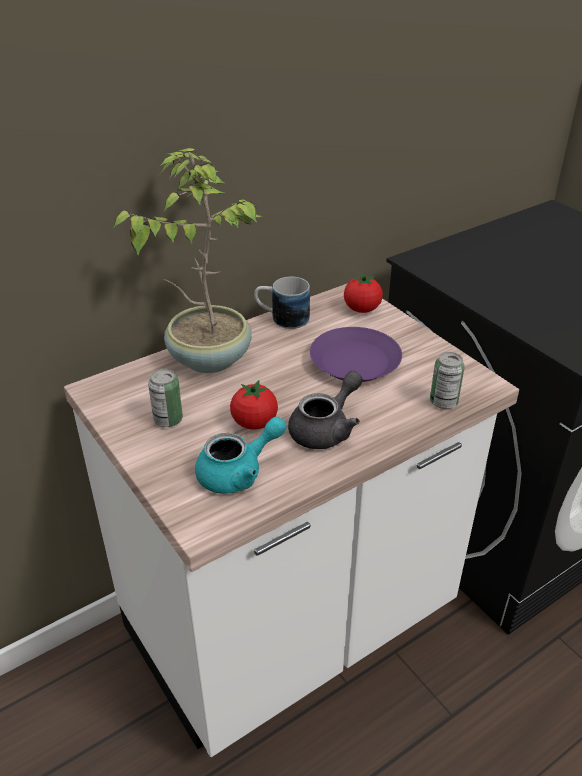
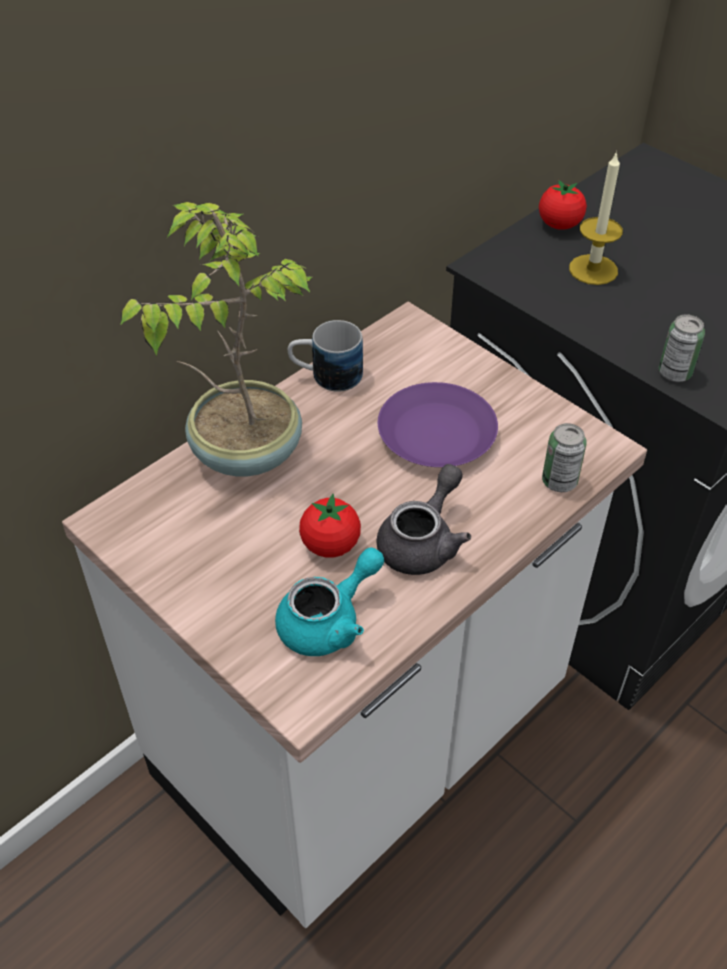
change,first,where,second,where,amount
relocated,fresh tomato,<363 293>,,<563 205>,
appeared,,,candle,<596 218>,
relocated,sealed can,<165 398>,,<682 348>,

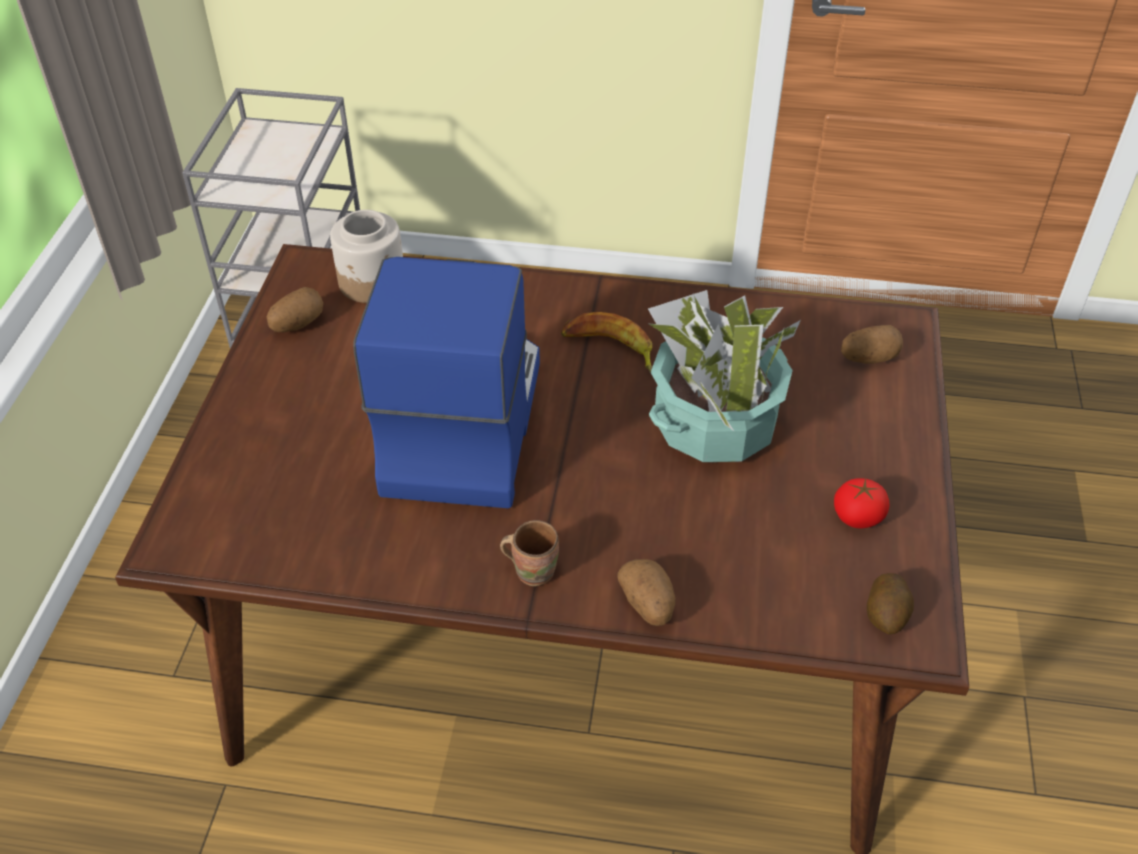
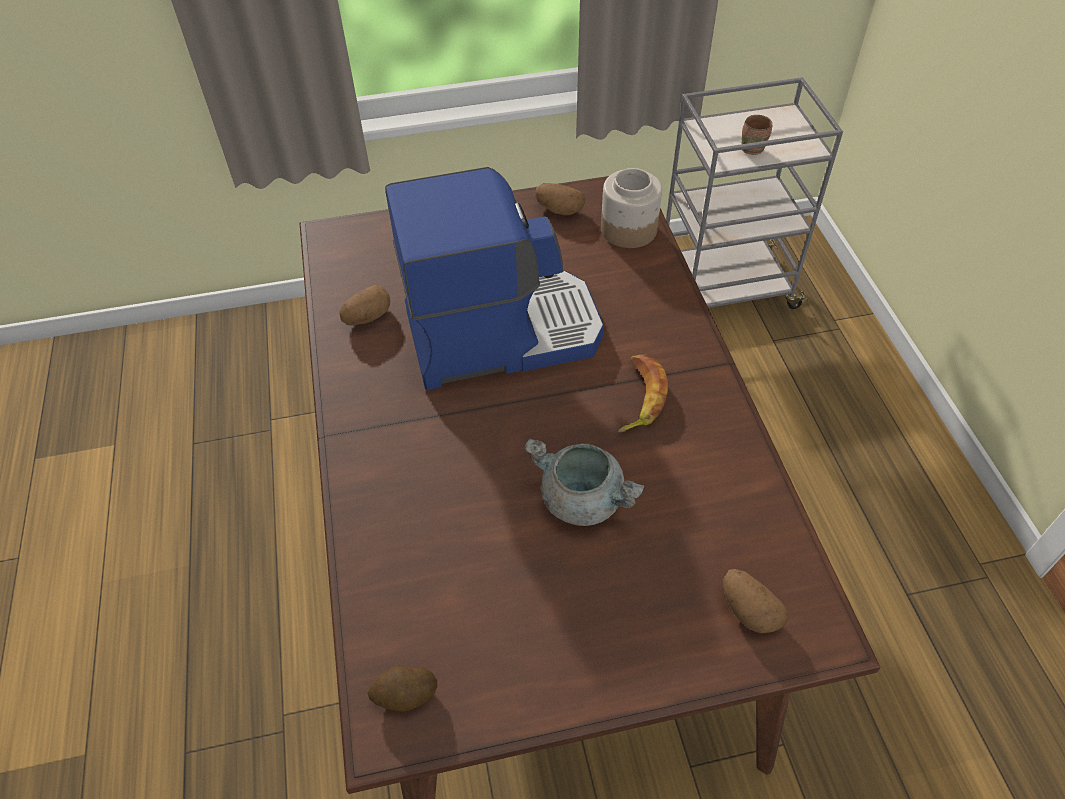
change,first,where,second,where,amount
relocated,whole potato,<646 592>,,<364 305>,
exchanged,houseplant,<724 376>,saucepot (gray),<584 482>,
relocated,coffee mug (brown-coloured),<529 553>,,<757 135>,
missing,fresh tomato,<861 503>,,,

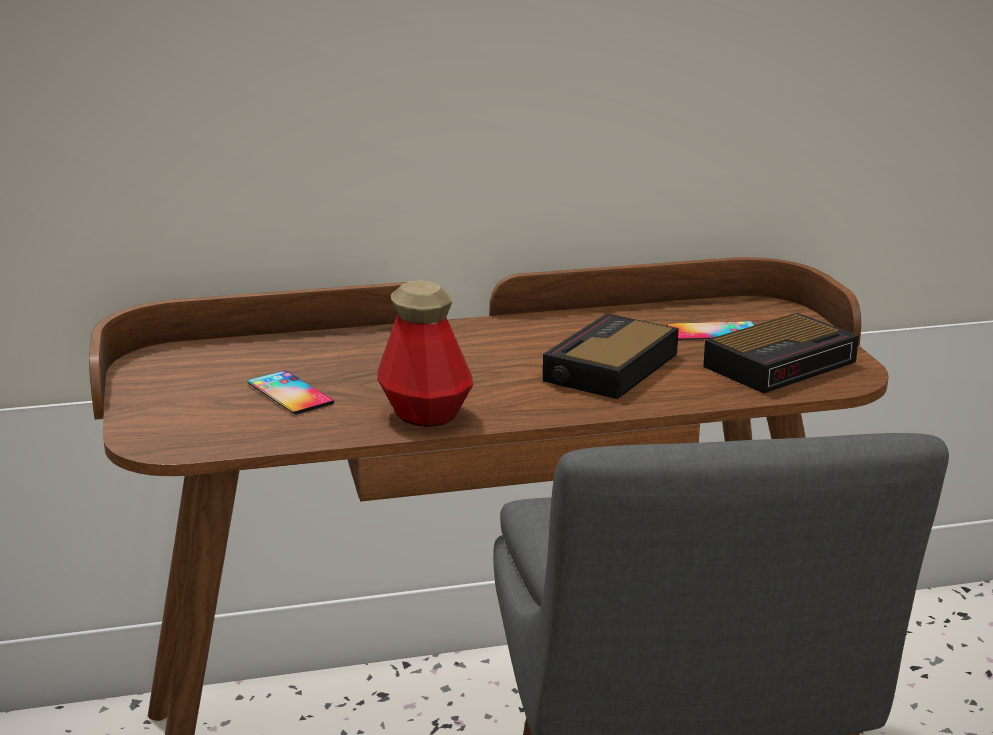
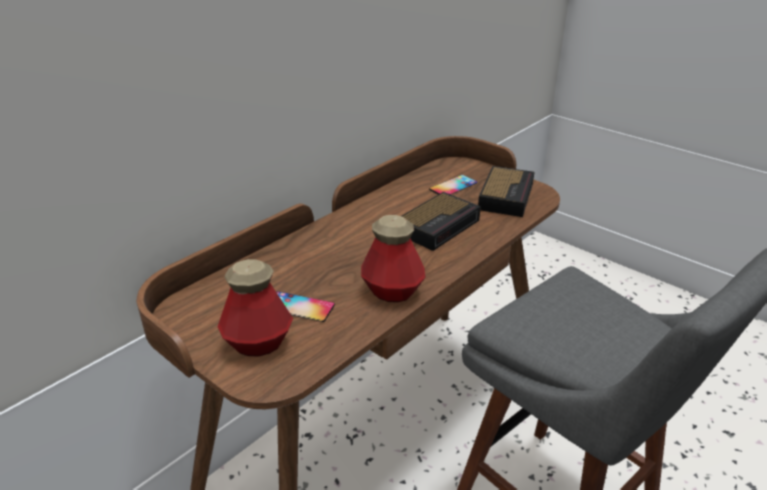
change,first,where,second,where,amount
appeared,,,bottle,<255 308>,
spun,table clock,<611 356>,,<441 221>,135 degrees counterclockwise

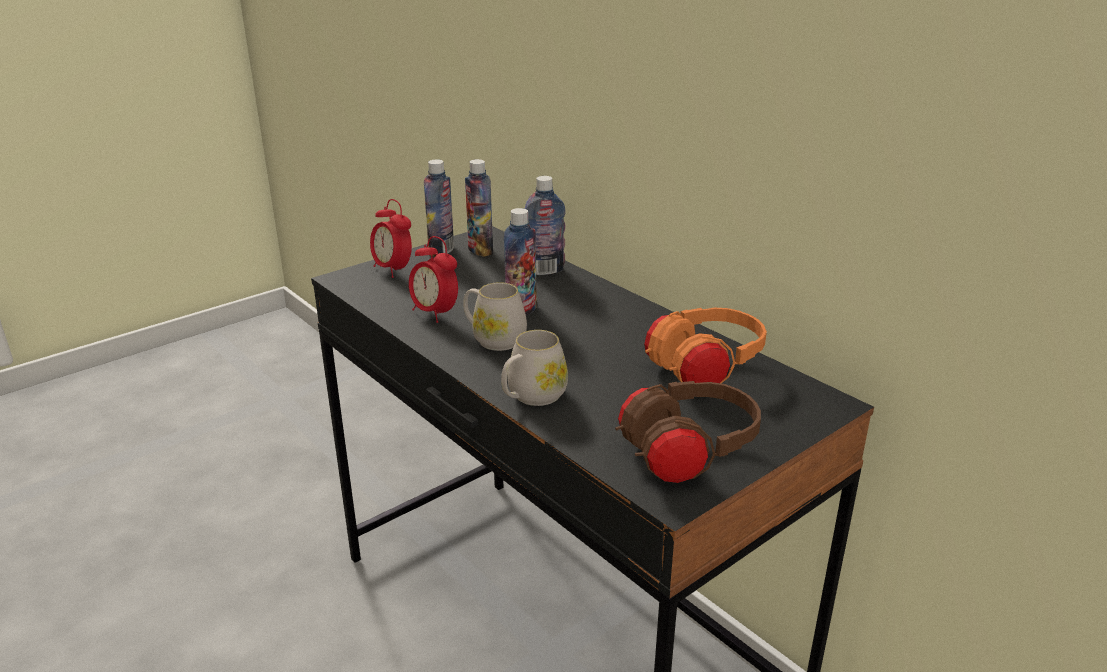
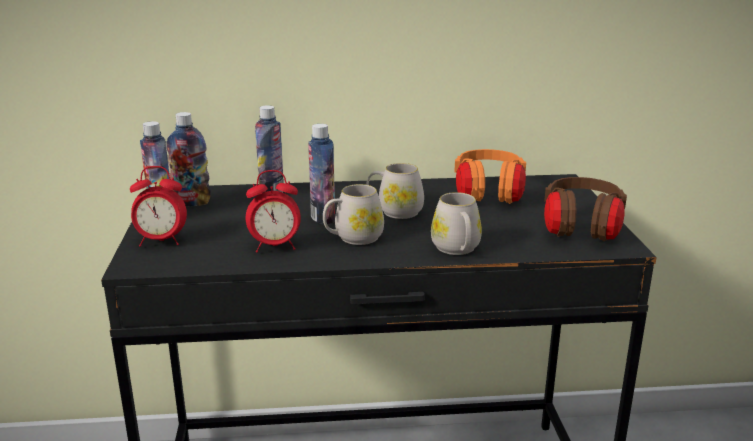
change,first,where,second,where,amount
appeared,,,coffee mug (white-coloured),<395 191>,

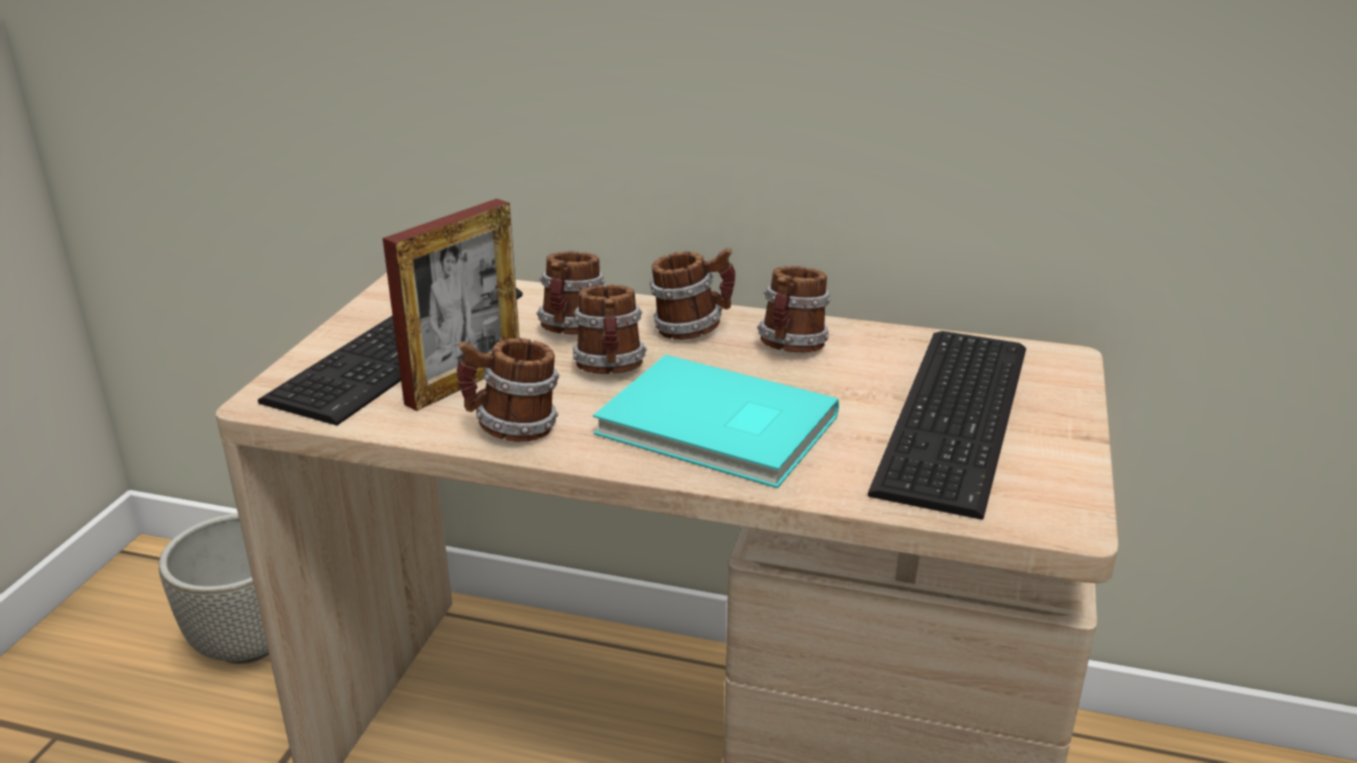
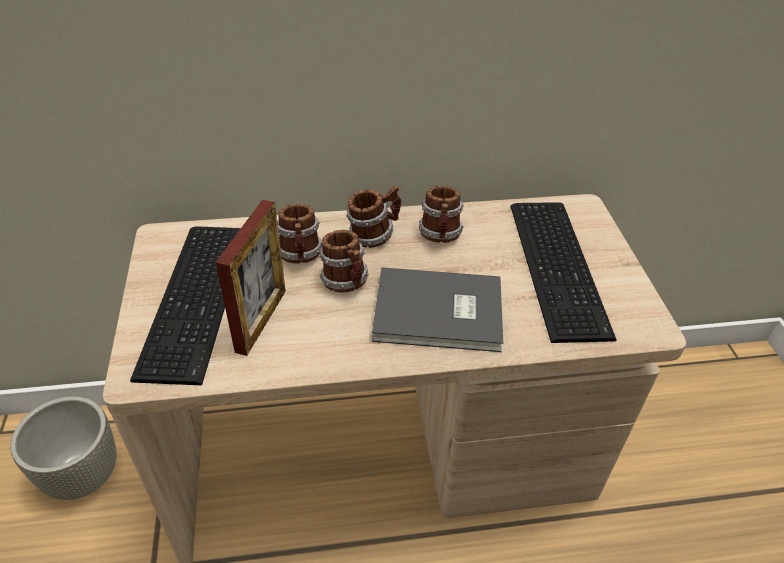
change,first,where,second,where,amount
colour,book (blue-green),<716 421>,book (gray),<437 309>,
missing,coffee mug,<508 390>,,,

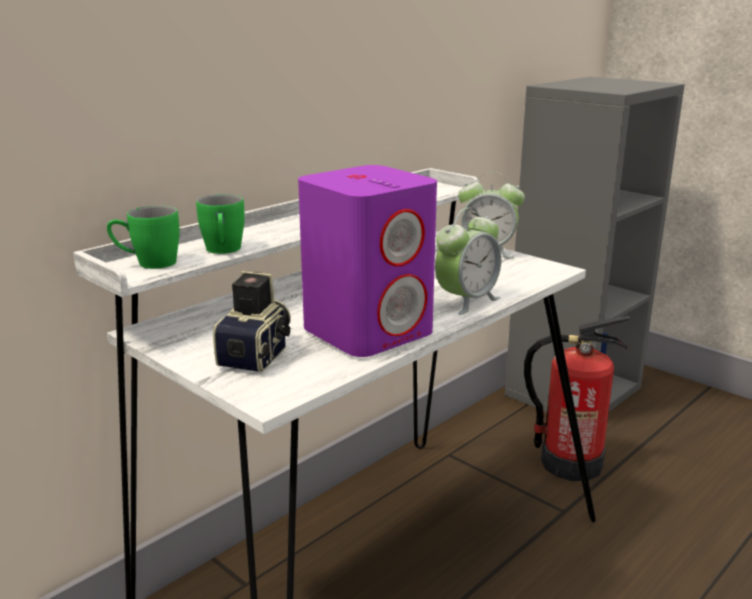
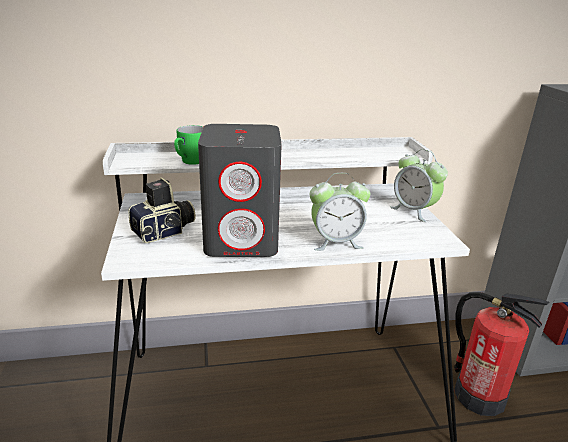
change,first,where,second,where,amount
colour,loudspeaker (purple),<367 261>,loudspeaker (gray),<240 190>,
missing,coffee mug (greenish),<143 237>,,,

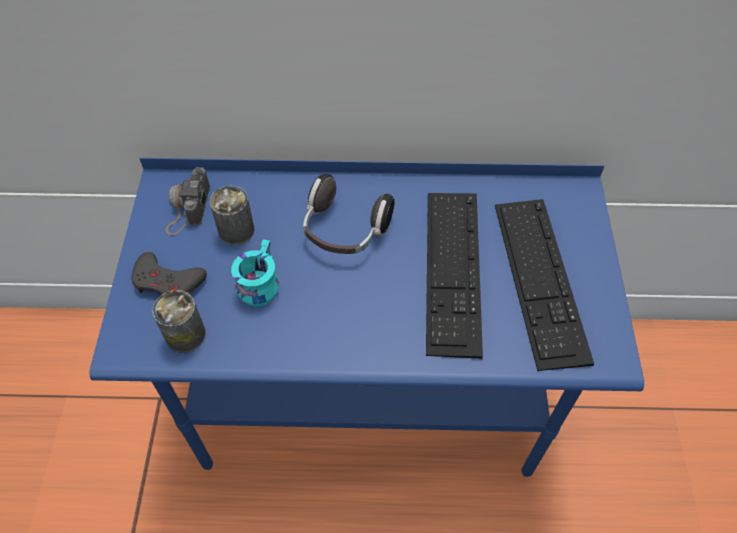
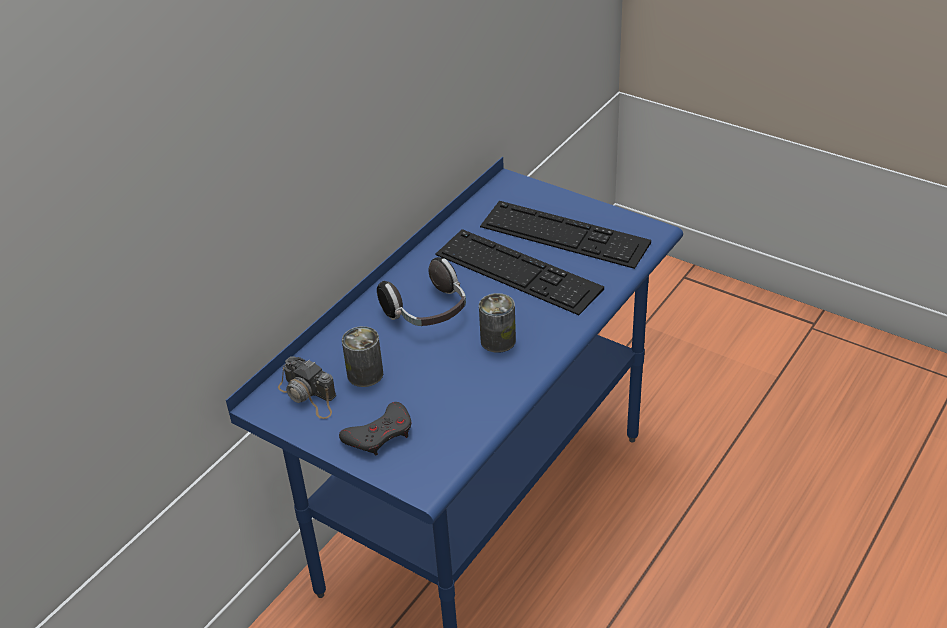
change,first,where,second,where,amount
relocated,sealed can,<179 321>,,<497 323>,
missing,coffee mug (blue-green),<255 272>,,,

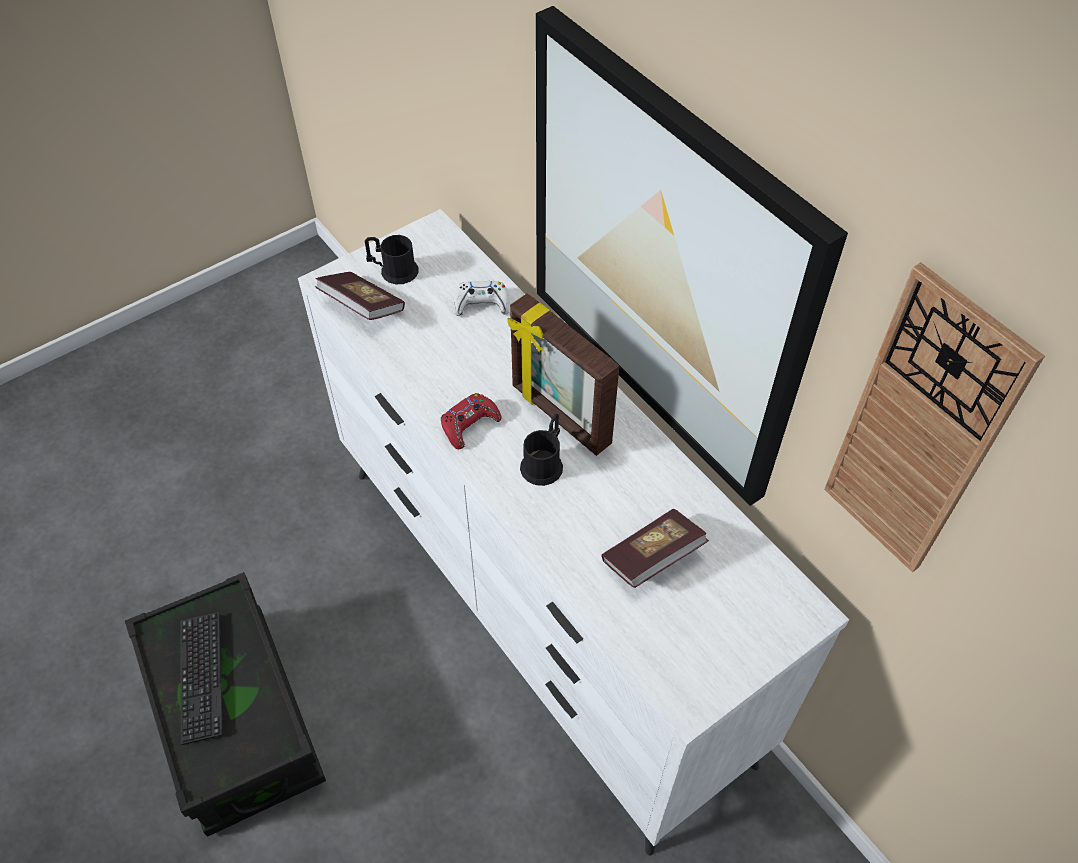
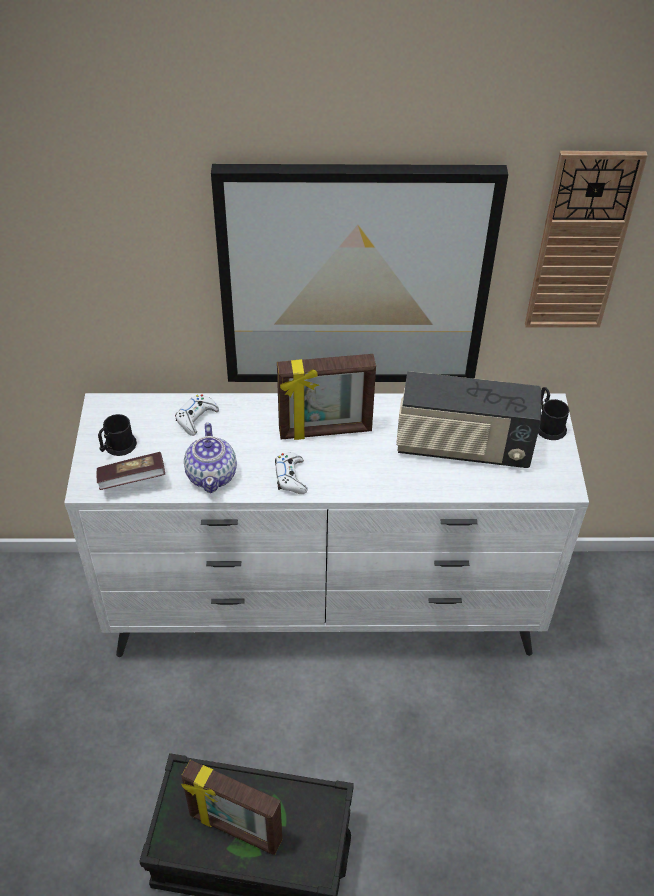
change,first,where,second,where,amount
exchanged,PC keyboard,<201 678>,photo frame,<231 807>,
appeared,,,teapot,<210 458>,
colour,gamepad (red-coloured),<471 421>,gamepad (white-coloured),<291 473>,
exchanged,book,<655 548>,radio receiver,<468 419>,
relocated,coffee mug (black),<541 450>,,<553 413>,

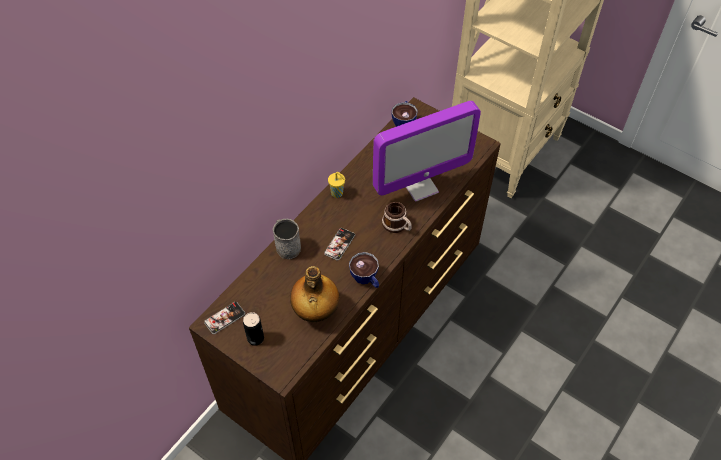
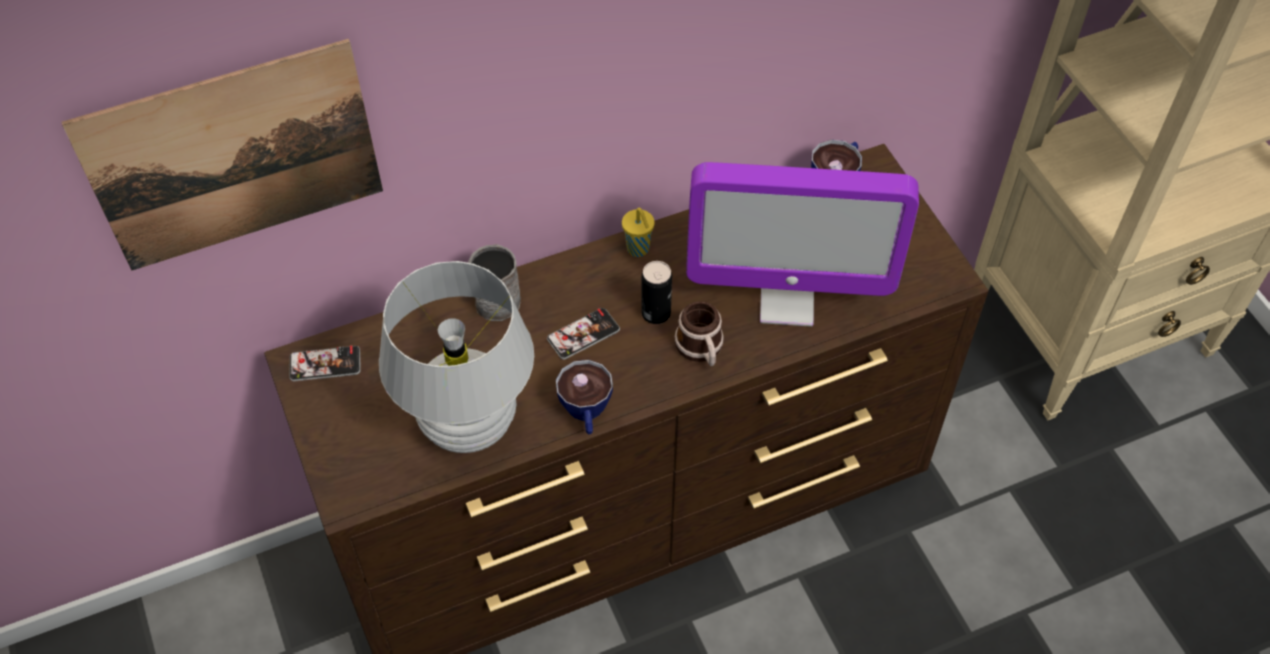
change,first,where,second,where,amount
appeared,,,wall picture,<222 155>,
exchanged,bottle,<314 294>,tabletop lamp (white-coloured),<456 357>,
relocated,sealed can,<253 329>,,<656 292>,

